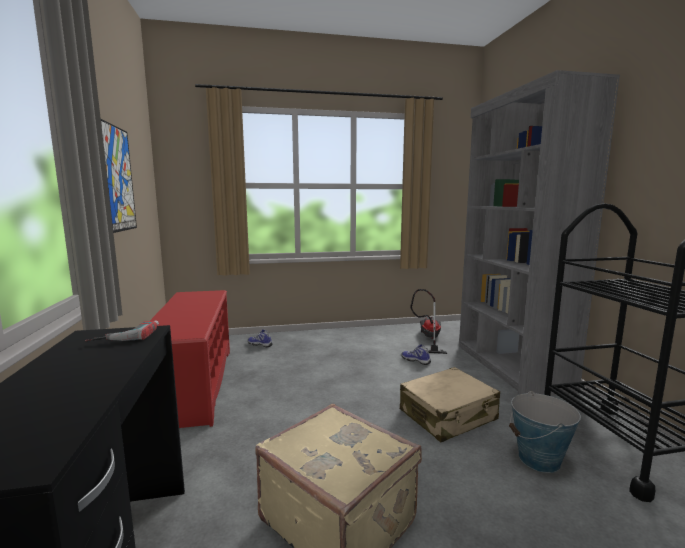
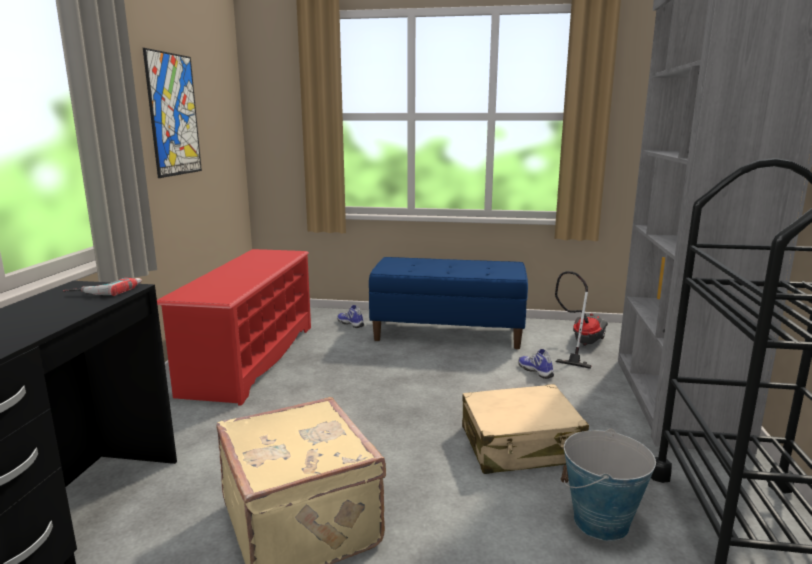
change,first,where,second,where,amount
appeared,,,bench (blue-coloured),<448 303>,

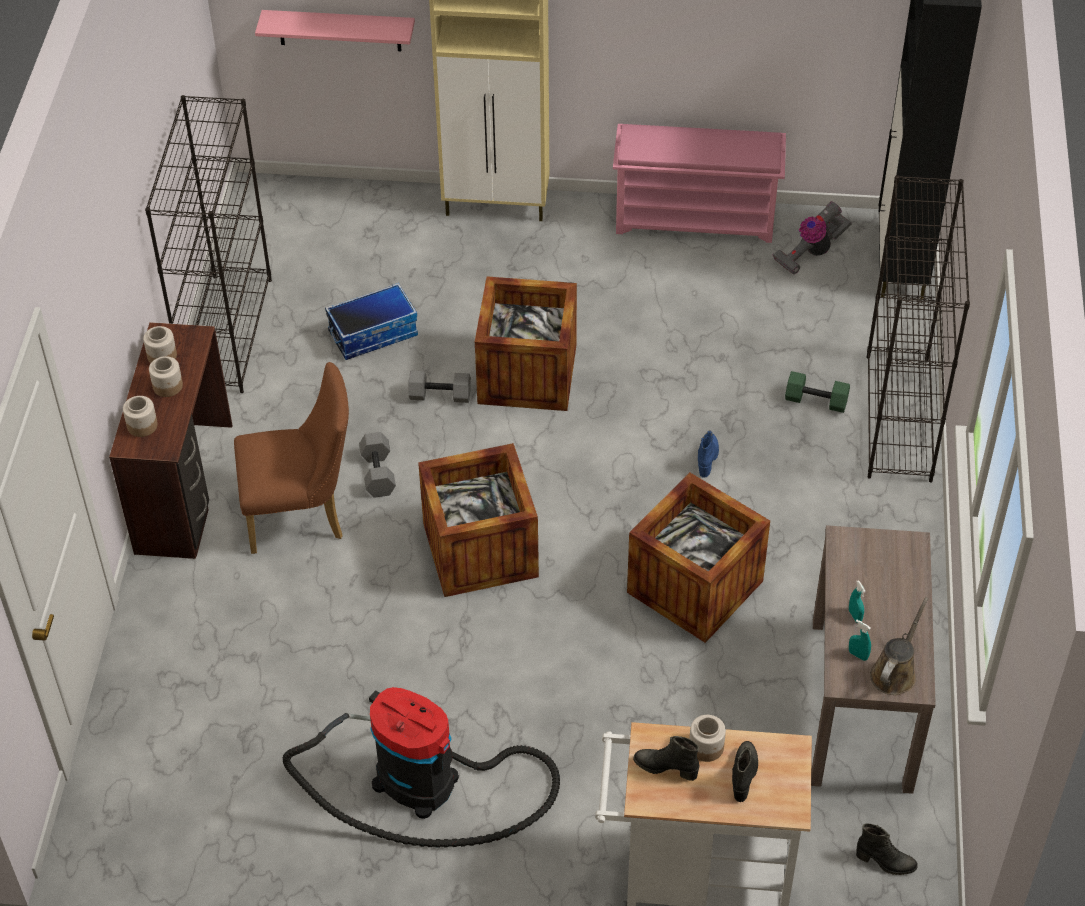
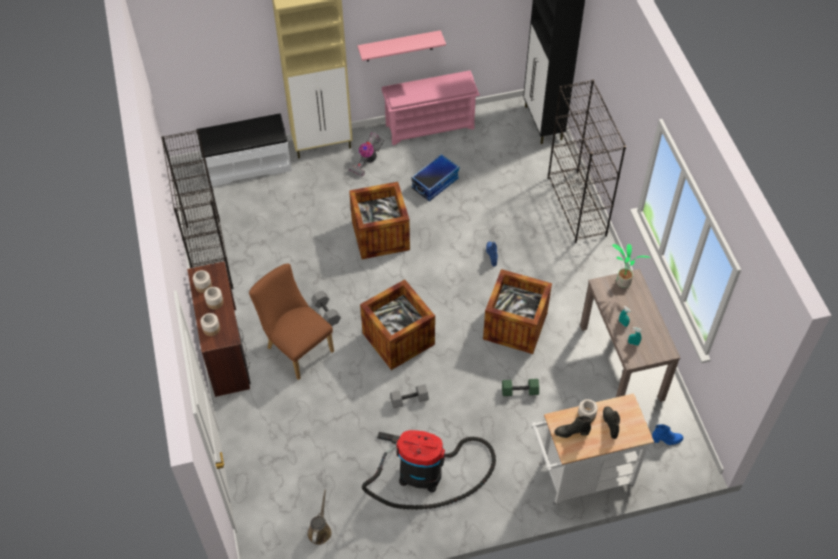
change,first,where,second,where,amount
appeared,,,bench (white-coloured),<244 150>,
spun,plain chair (brown-coloured),<291 458>,,<291 322>,105 degrees counterclockwise
relocated,sprinkling can (brown-coloured),<899 646>,,<319 517>,
relocated,hoover,<812 238>,,<366 154>,
relocated,bracket shelf (pink),<335 30>,,<401 46>,
relocated,dumbbell (gray),<439 387>,,<409 396>,
relocated,storage container,<371 321>,,<435 177>,
relocated,dumbbell (greenish),<817 392>,,<520 387>,
appeared,,,houseplant,<631 266>,
colour,boot (black),<887 849>,boot (blue-coloured),<667 434>,

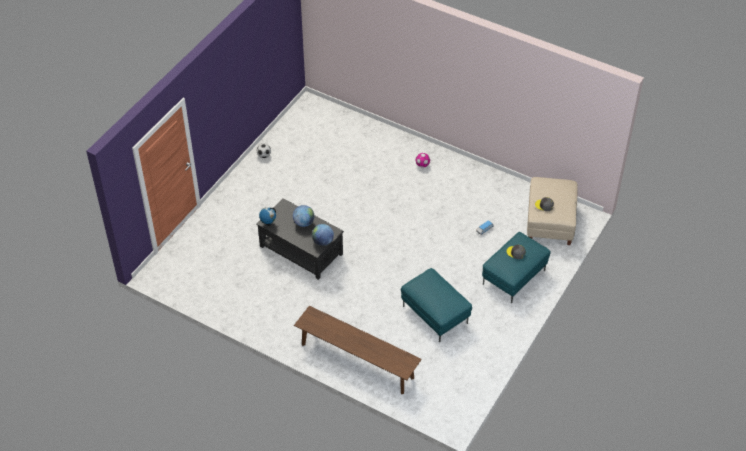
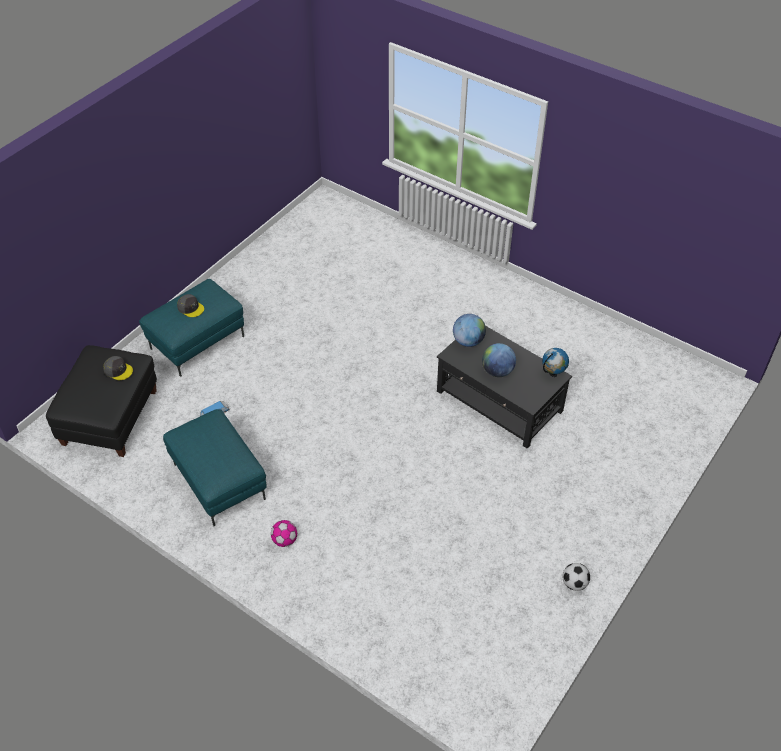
change,first,where,second,where,amount
colour,footrest (beige-coloured),<552 211>,footrest (black),<101 401>,
relocated,footrest (blue-green),<436 305>,,<215 467>,
missing,bench (brown-coloured),<358 350>,,,

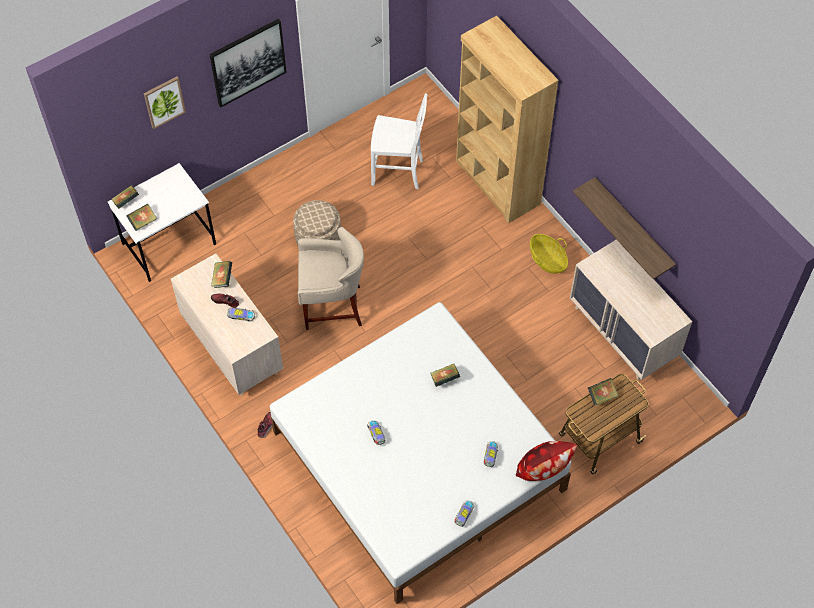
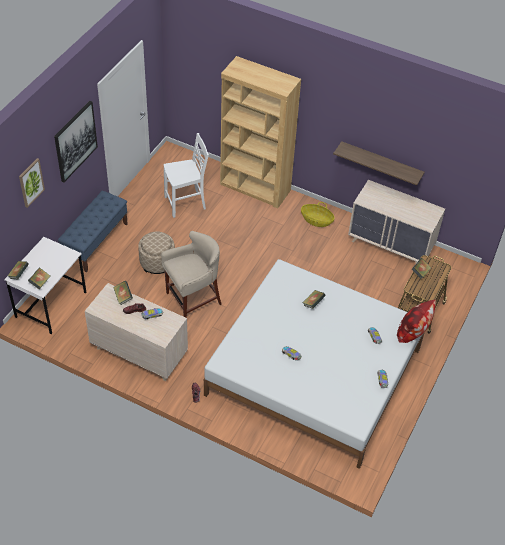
change,first,where,second,where,amount
appeared,,,bench (blue-coloured),<93 231>,

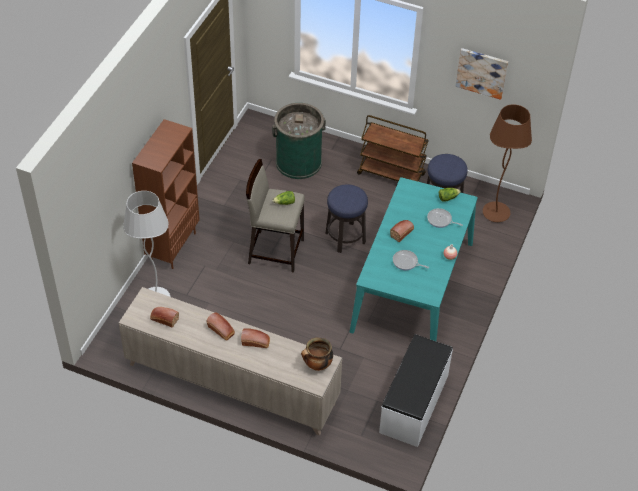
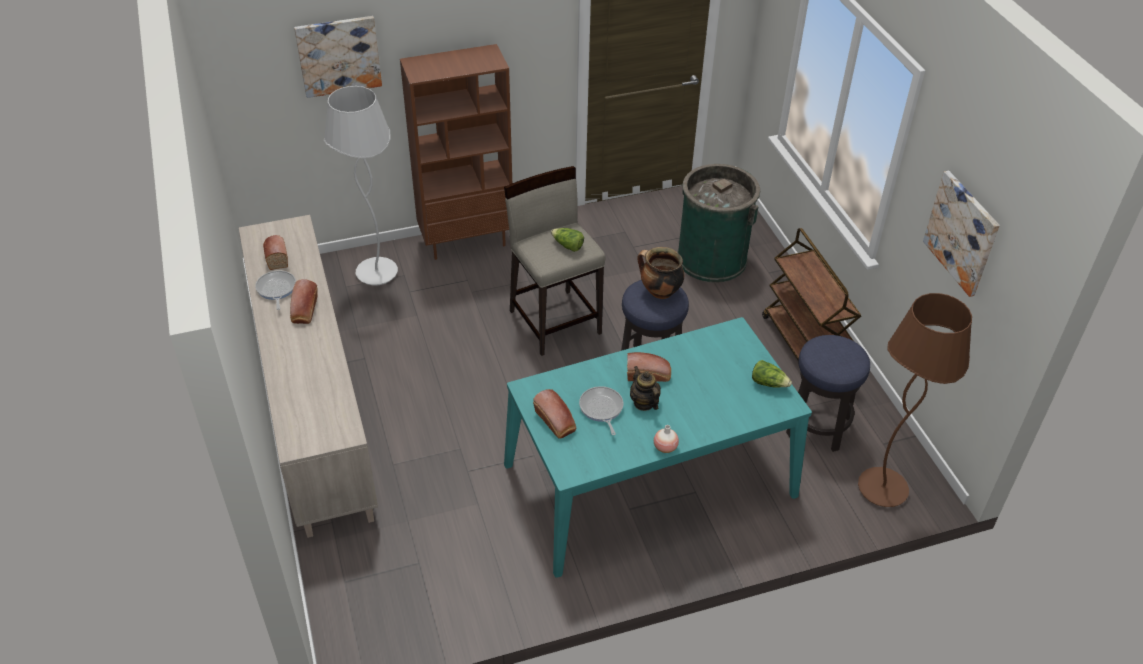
change,first,where,second,where,amount
relocated,pan,<445 218>,,<275 290>,
appeared,,,wall picture,<338 57>,
relocated,baked bread,<255 338>,,<554 414>,
appeared,,,teapot,<645 388>,
relocated,saucepot,<317 354>,,<661 273>,
missing,bench (white-coloured),<416 390>,,,

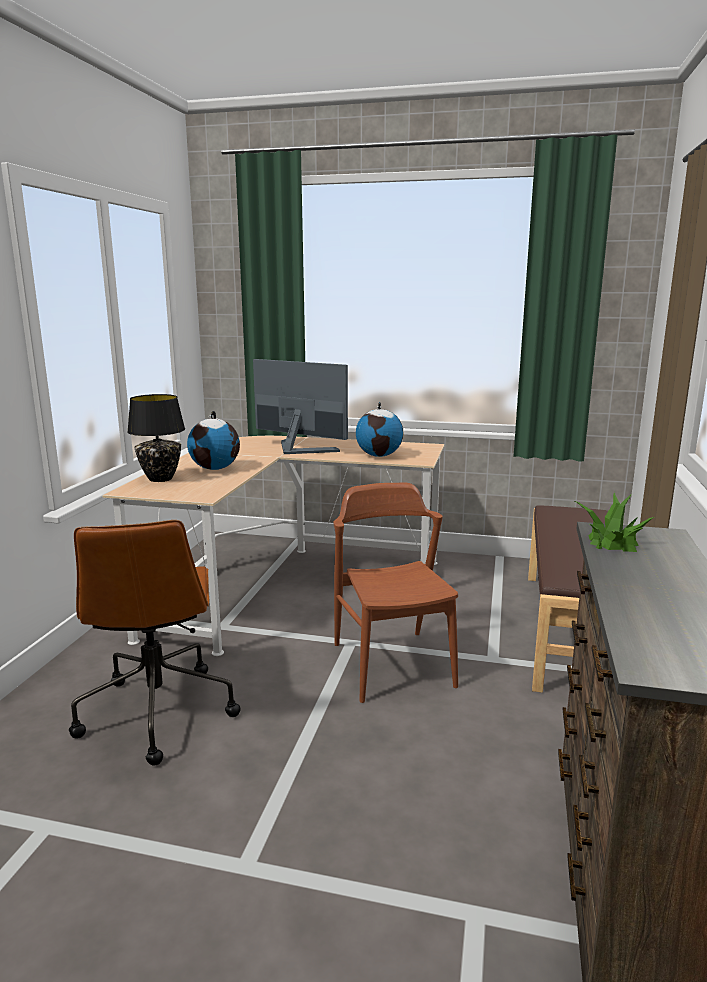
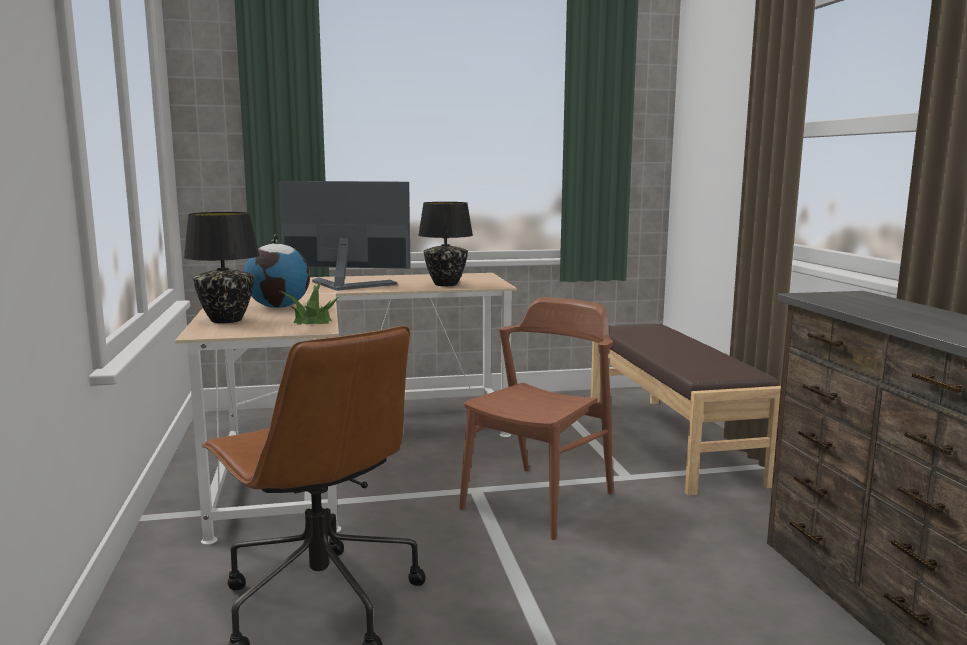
change,first,where,second,where,amount
relocated,houseplant,<614 522>,,<310 303>,
exchanged,globe,<380 429>,tabletop lamp (black),<445 244>,
spun,plain chair (brown-coloured),<395 593>,,<536 418>,75 degrees clockwise

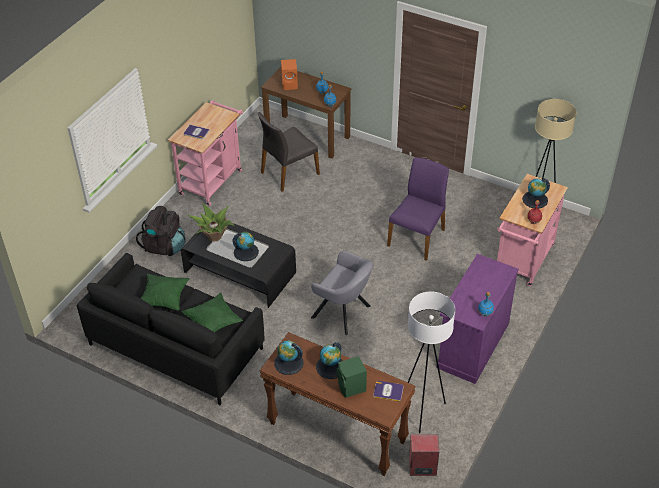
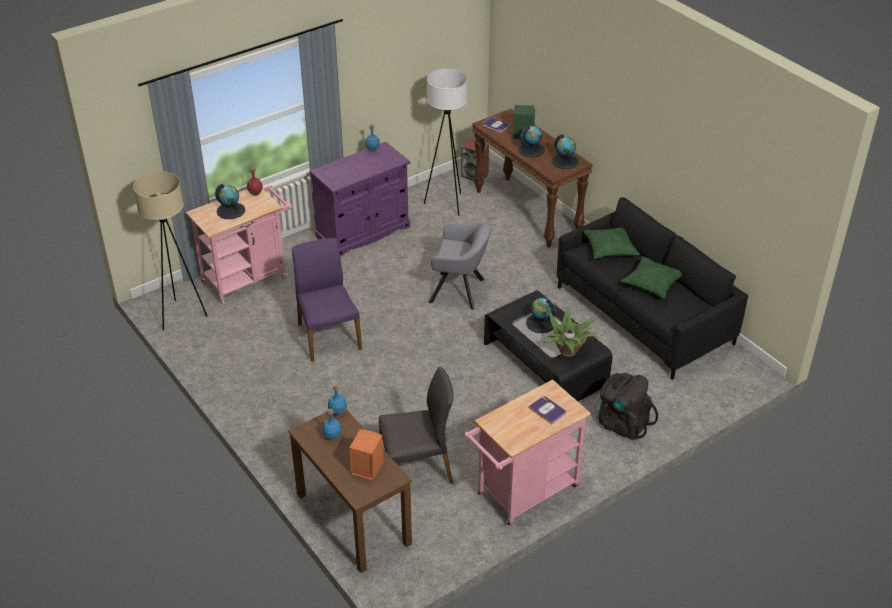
change,first,where,second,where,amount
spun,plain chair (purple),<418 209>,,<327 300>,105 degrees clockwise
spun,easy chair (gray),<342 293>,,<460 266>,135 degrees clockwise

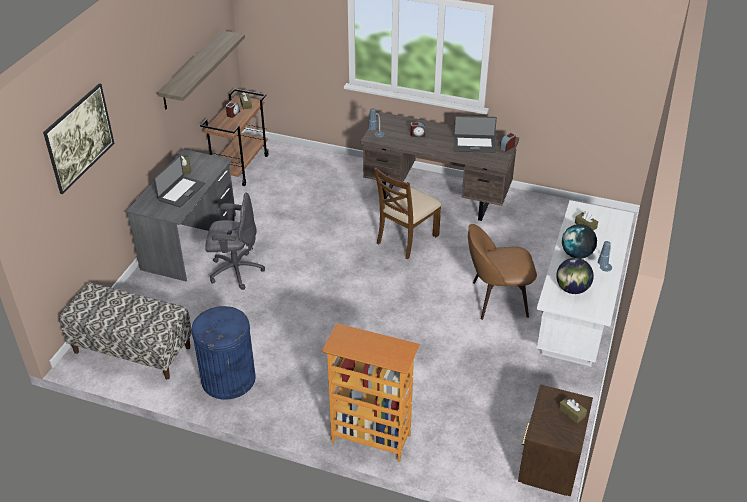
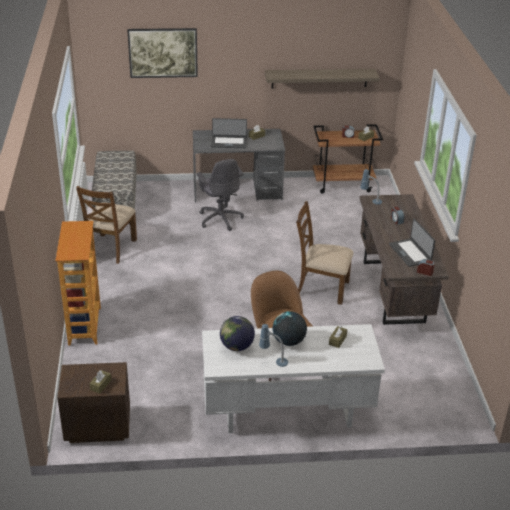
change,first,where,second,where,amount
exchanged,rubbish bin (blue-coloured),<224 353>,plain chair (brown-coloured),<106 225>,

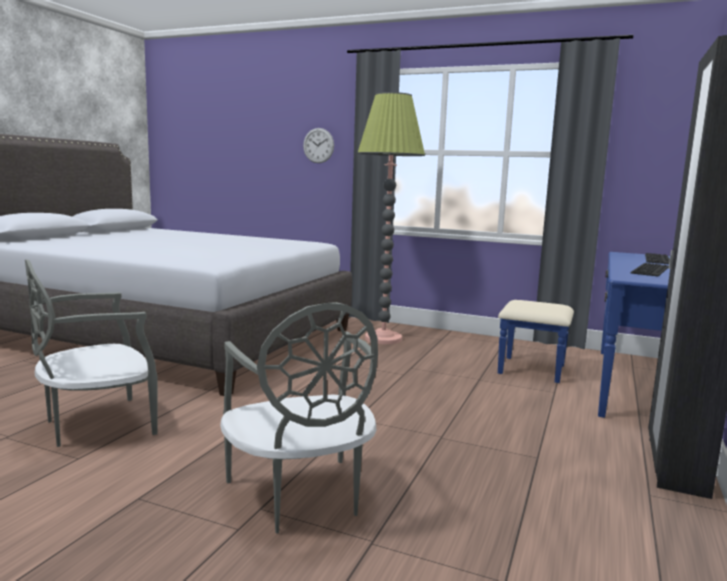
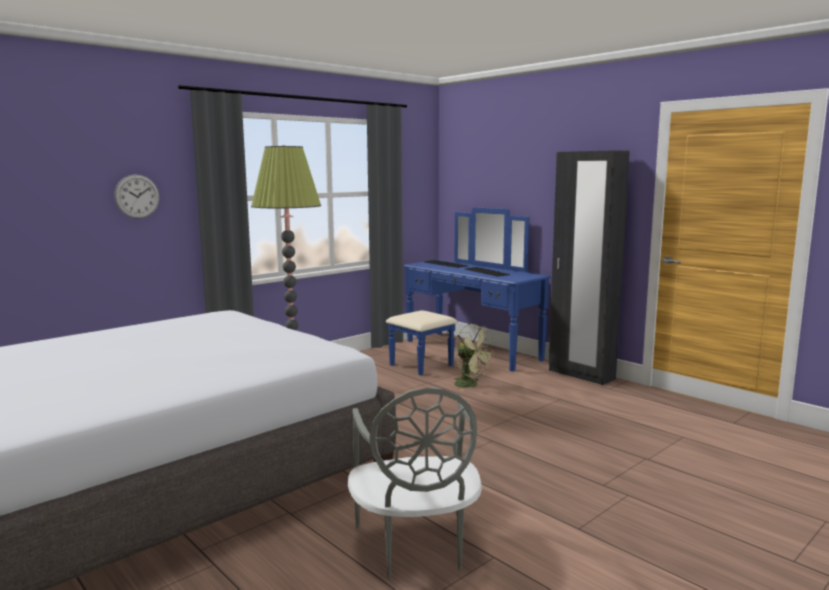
change,first,where,second,where,amount
appeared,,,electric fan (greenish),<474 357>,
missing,plain chair (gray),<299 417>,,,

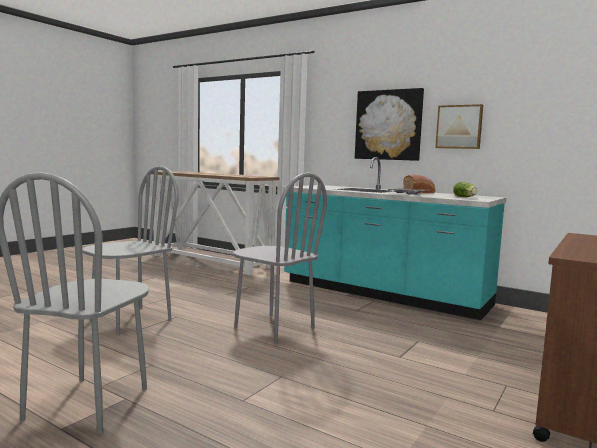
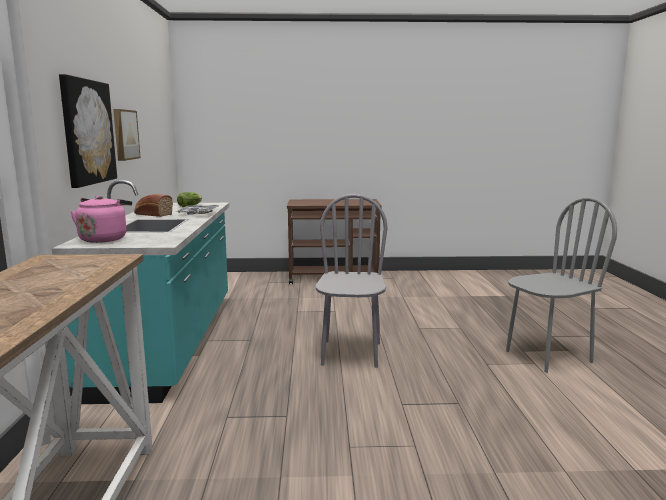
change,first,where,second,where,amount
appeared,,,tea kettle (pink),<101 219>,
missing,plain chair (gray),<130 250>,,,

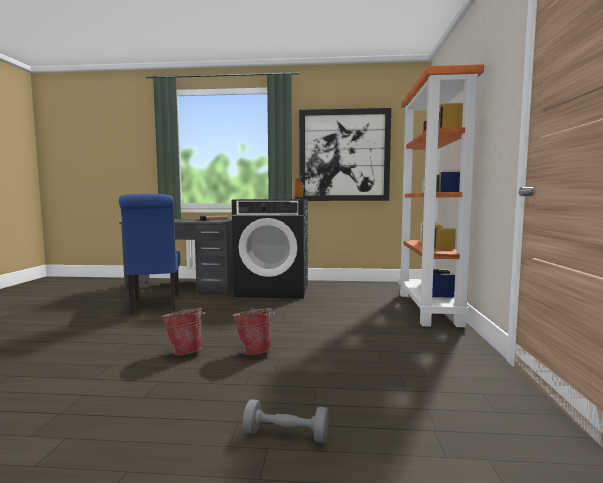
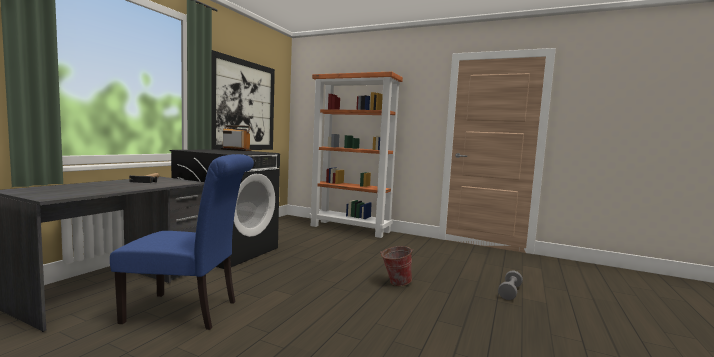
change,first,where,second,where,amount
missing,bucket,<183 332>,,,

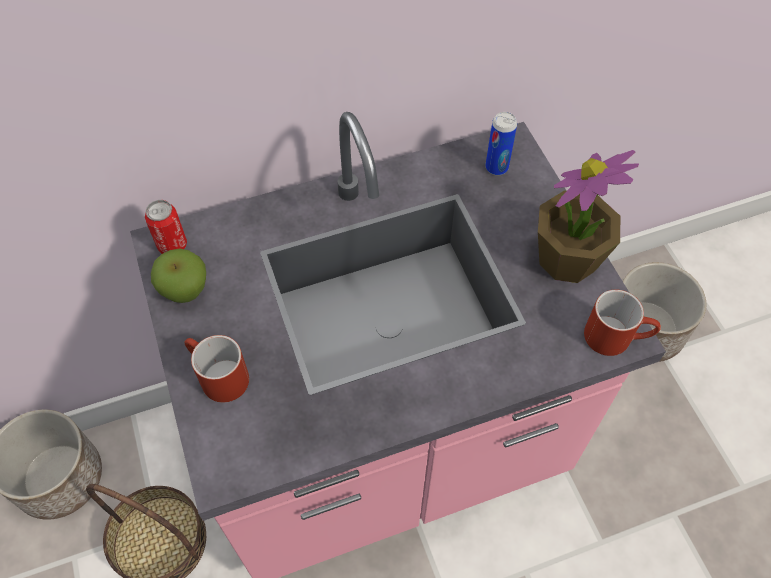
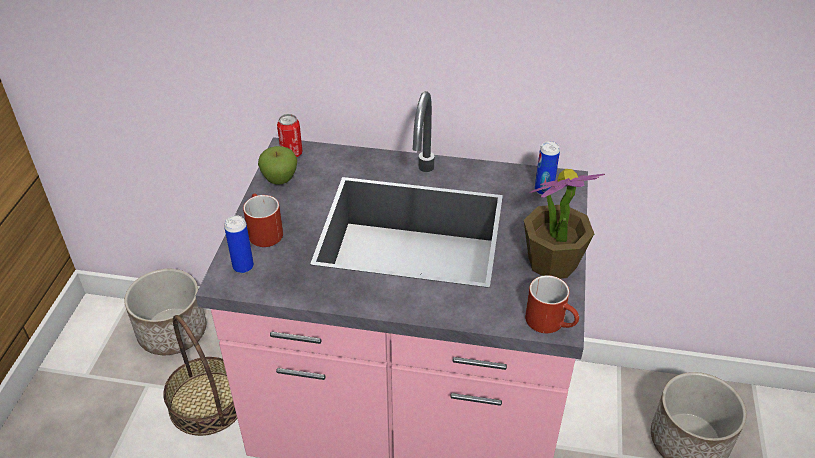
change,first,where,second,where,amount
appeared,,,sealed can,<239 244>,

